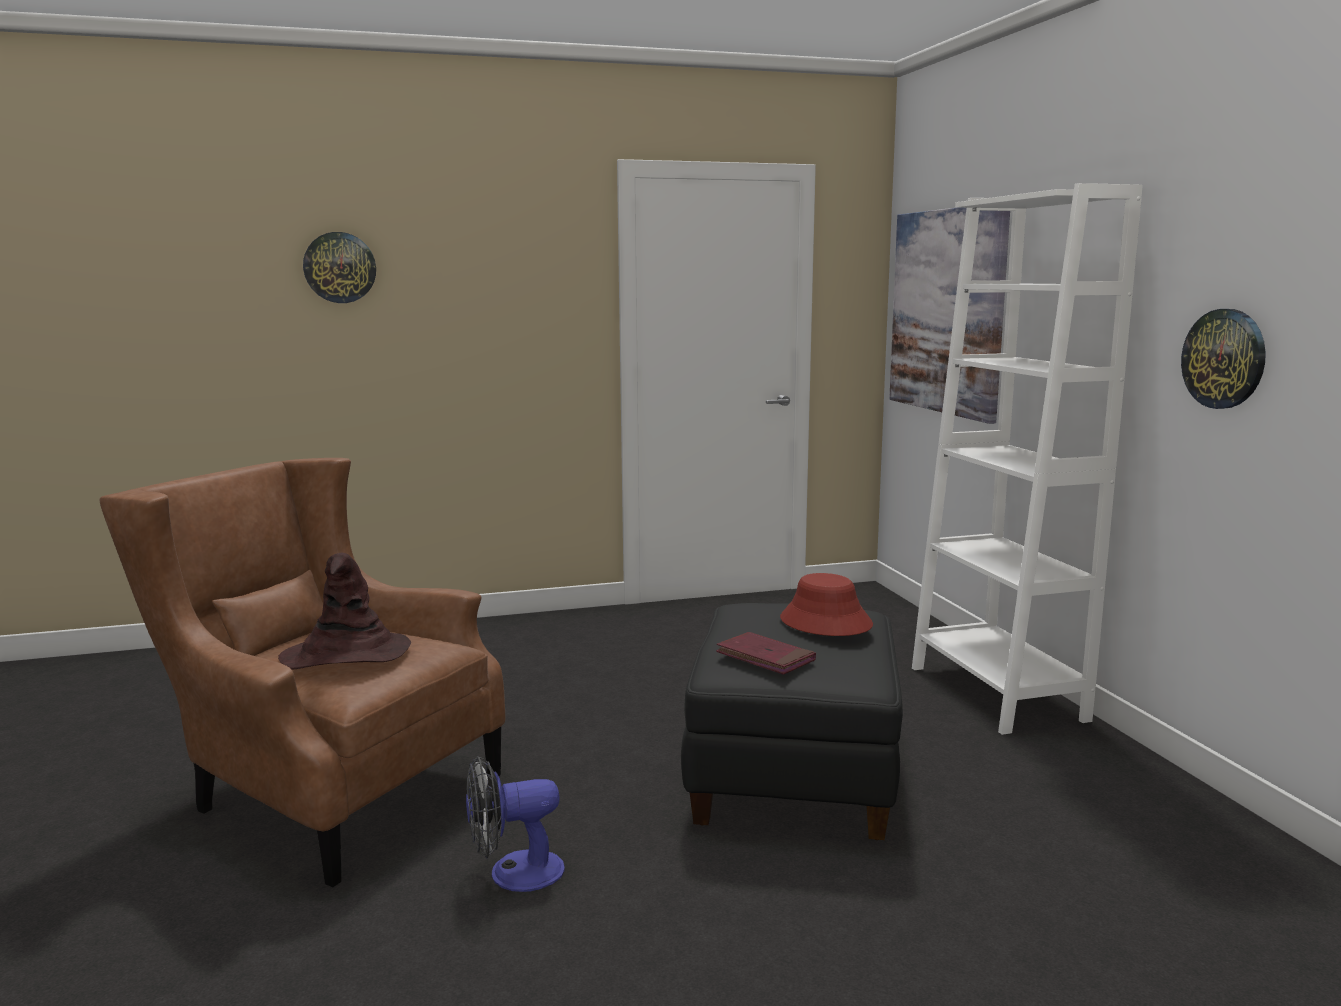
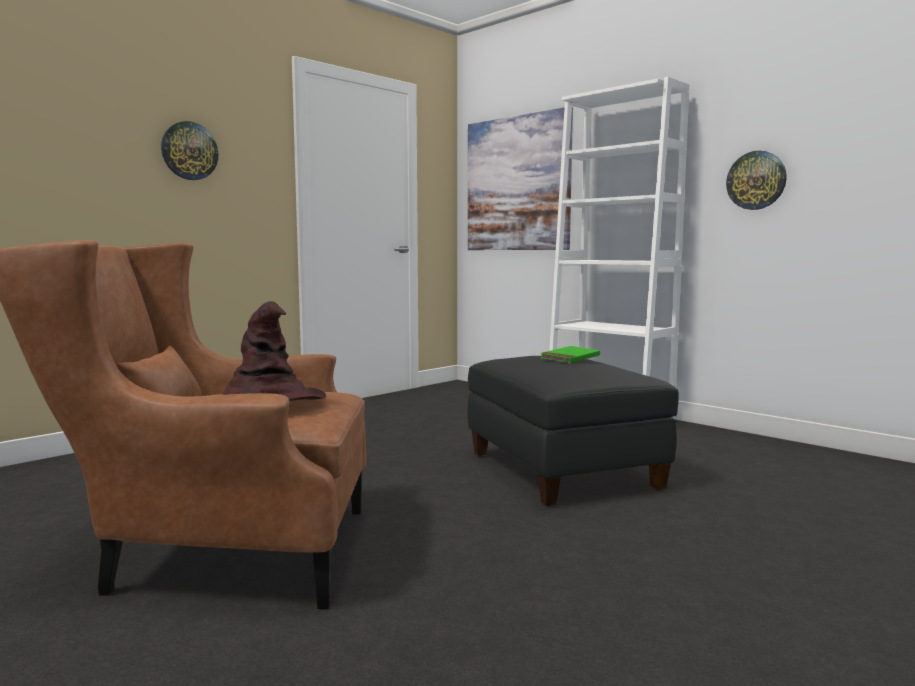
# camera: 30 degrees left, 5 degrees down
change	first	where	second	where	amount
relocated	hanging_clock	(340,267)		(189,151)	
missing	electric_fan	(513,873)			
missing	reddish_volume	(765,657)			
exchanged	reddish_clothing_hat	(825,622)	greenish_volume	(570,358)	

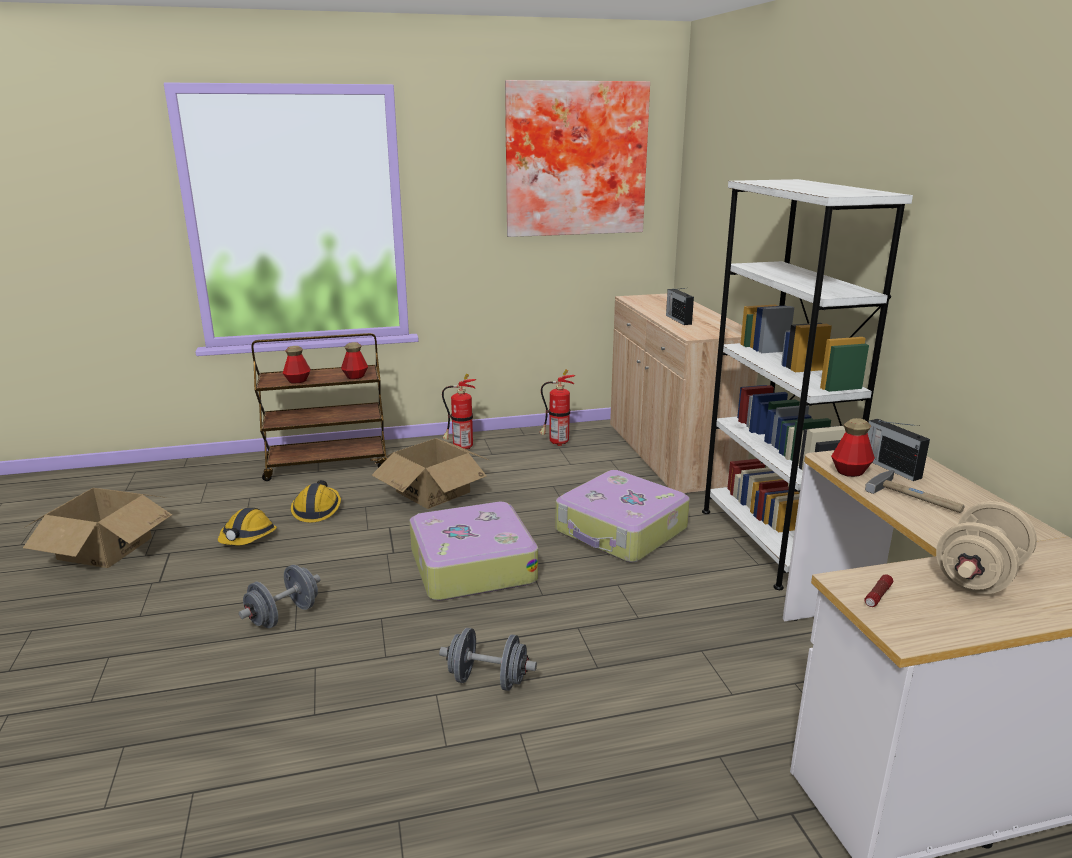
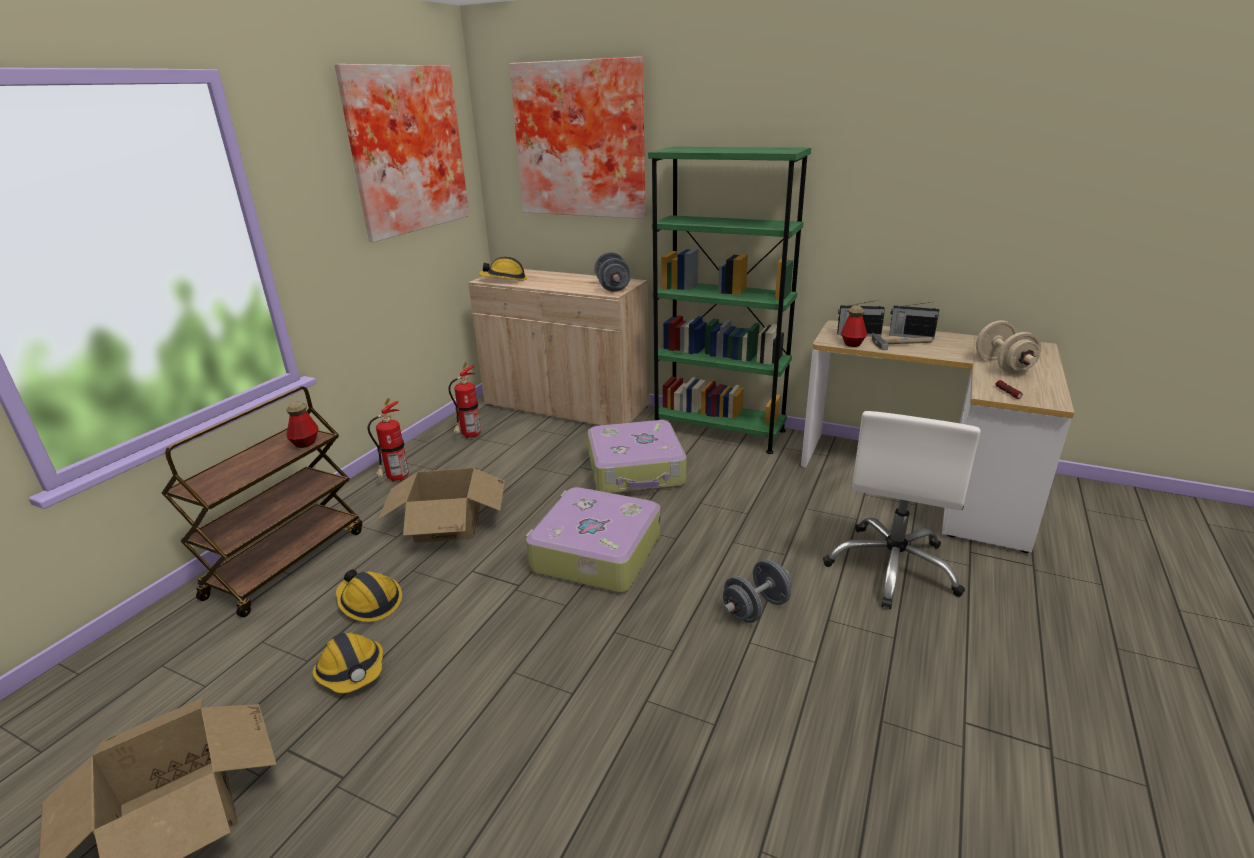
# camera: 50 degrees left, 5 degrees up
change	first	where	second	where	amount
relocated	grey_free_weight	(283,615)		(613,287)	
missing	beverage_bottle	(297,381)			
relocated	radio_set	(678,319)		(910,335)	
colour	white_bookcase	(767,542)	greenish_bookcase	(719,431)	
appeared			hard_hat	(504,279)	
appeared			picture	(581,140)	
appeared			white_desk_chair	(892,567)	

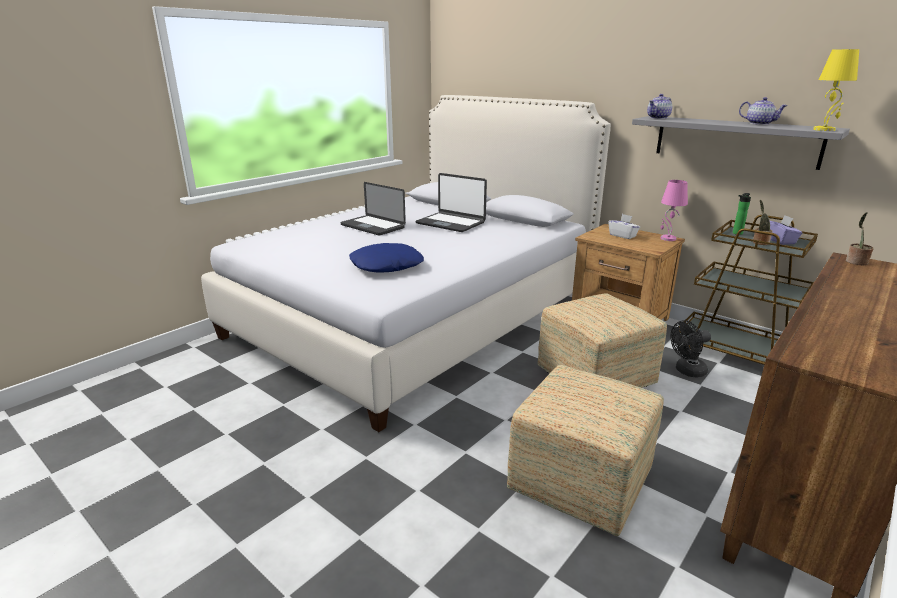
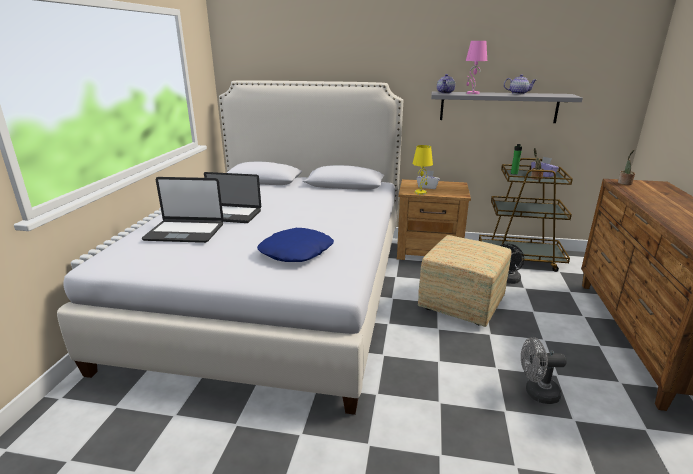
# camera: 30 degrees left, 0 degrees up
change	first	where	second	where	amount
relocated	portable_computer	(451,223)		(185,232)	
exchanged	ottoman	(580,483)	grey_electric_fan	(536,393)	
relocated	pink-coloured_table_lamp	(667,238)		(472,93)	
relocated	yellow_table_lamp	(824,130)		(420,192)	

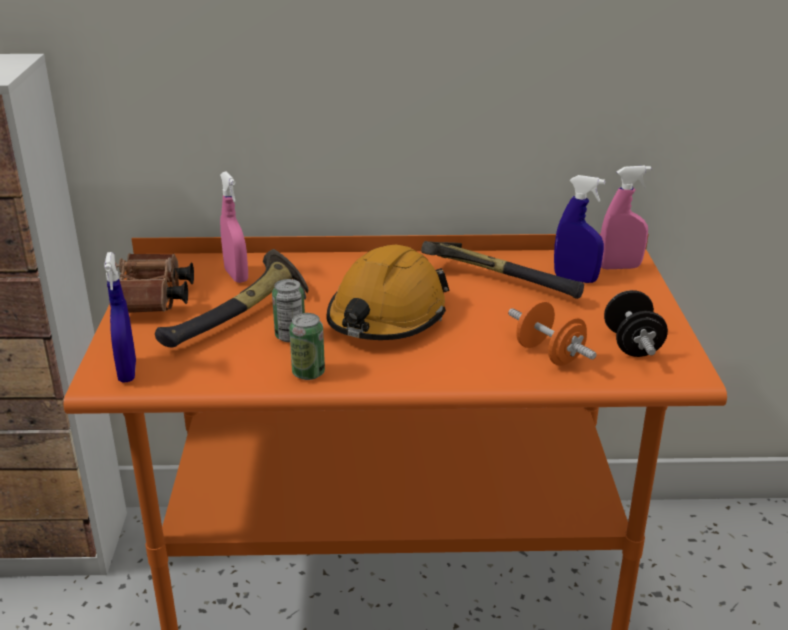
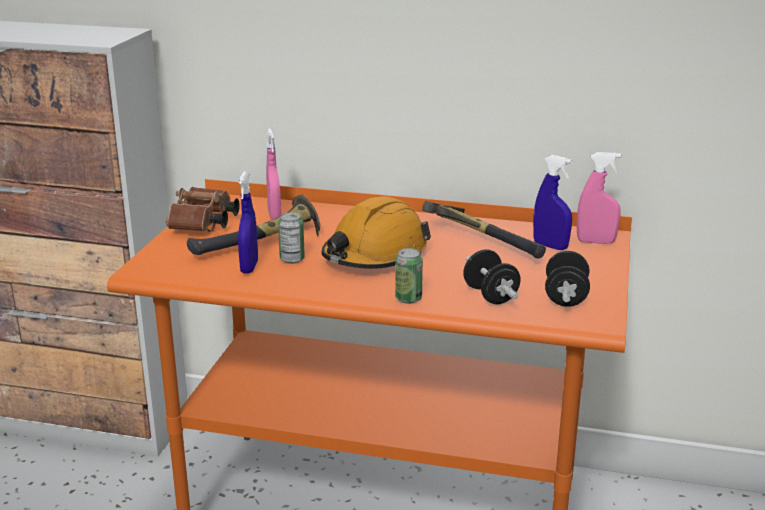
# camera: 15 degrees right, 5 degrees down
change	first	where	second	where	amount
relocated	blue-coloured_hand_sprayer	(127,372)		(249,267)	
relocated	metal_can	(308,373)		(408,299)	
colour	orange_free_weight	(549,354)	black-coloured_free_weight	(490,296)	

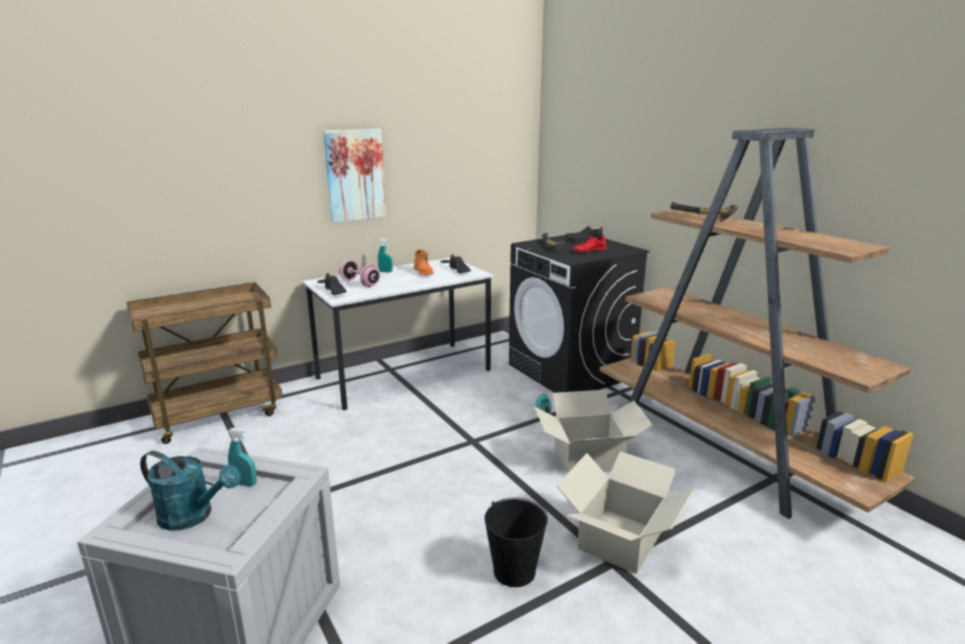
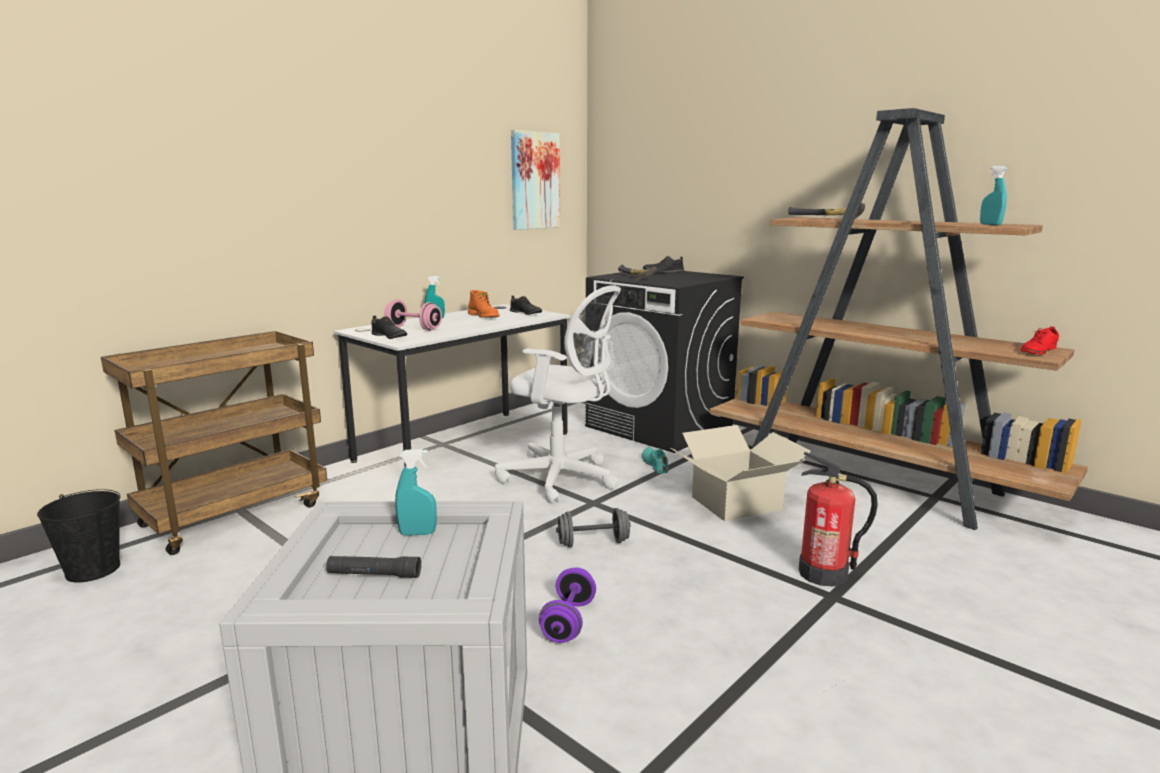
# camera: 15 degrees left, 5 degrees down
change	first	where	second	where	amount
exchanged	turquoise_watering_pot	(194,516)	black-coloured_flashlight	(374,574)	
relocated	picture	(355,175)		(534,180)	
relocated	black-coloured_bucket	(514,571)		(93,570)	
exchanged	carton	(619,540)	fire_extinguisher	(824,574)	
relocated	reddish_shoe	(589,250)		(1038,351)	
appeared			white_desk_chair	(563,478)	
appeared			purple-coloured_free_weight	(568,621)	
appeared			grey_free_weight	(593,543)	
appeared			turquoise_hand_sprayer	(990,224)	

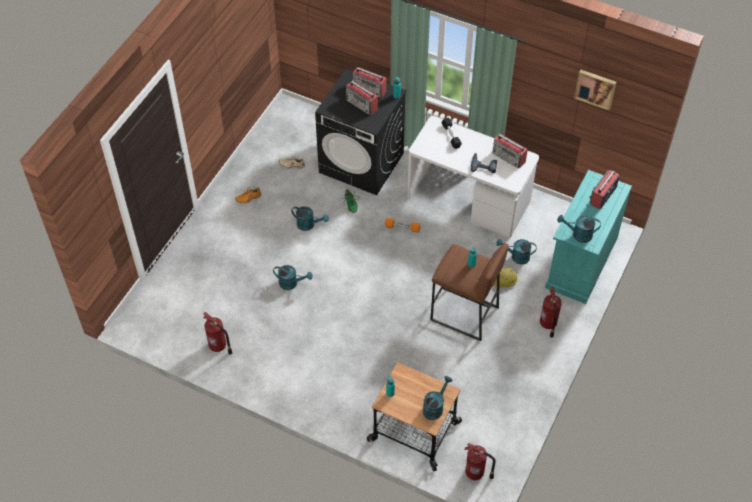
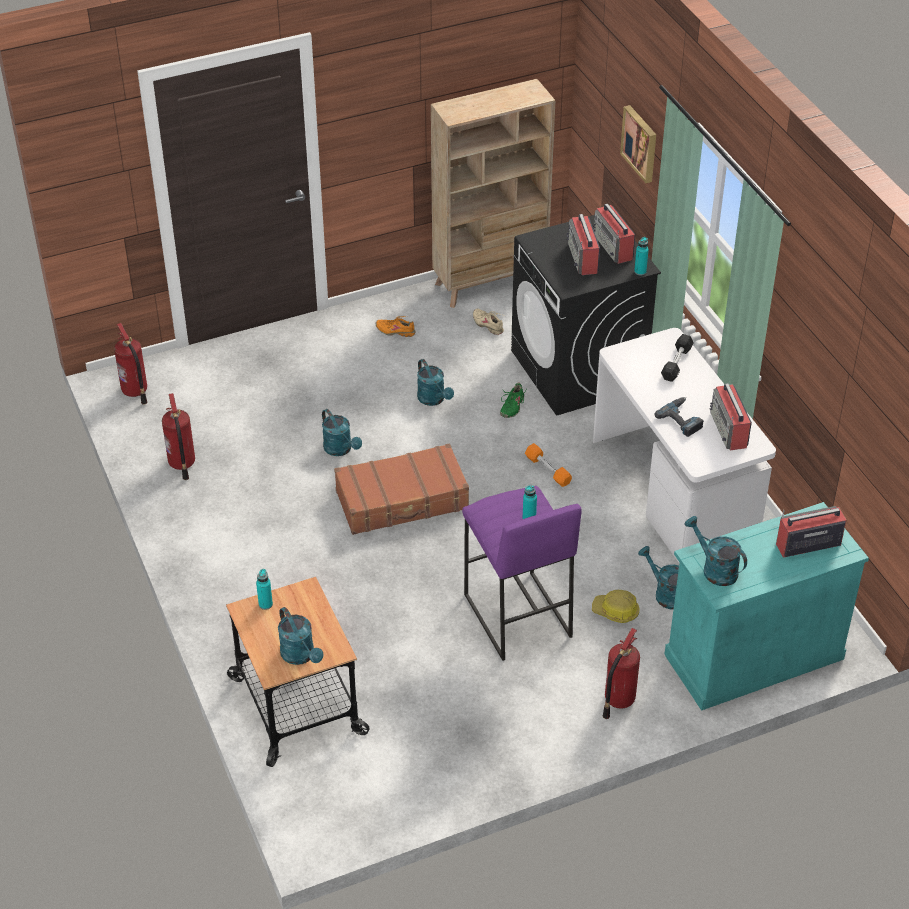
# camera: 40 degrees right, 10 degrees down
change	first	where	second	where	amount
spun	turquoise_watering_pot	(435,407)		(301,656)	75 degrees clockwise
colour	brown_stool	(464,314)	purple-coloured_stool	(516,615)	
relocated	fire_extinguisher	(476,473)		(135,391)	
relocated	picture	(595,88)		(641,143)	
appeared			brown_travel_case	(402,501)	
appeared			beige-coloured_bookcase	(491,283)	

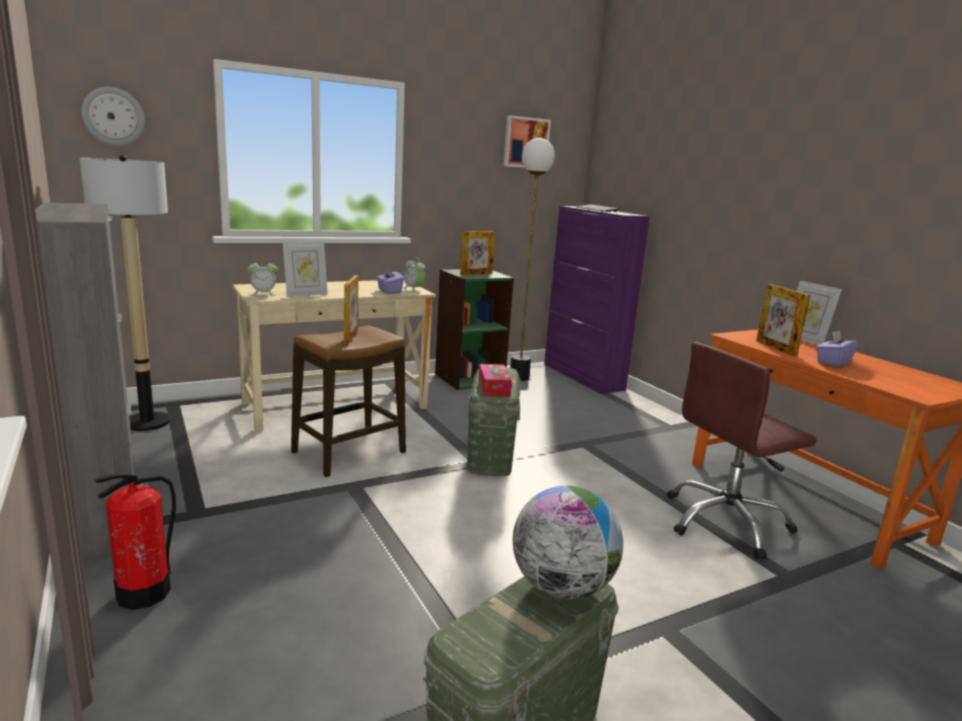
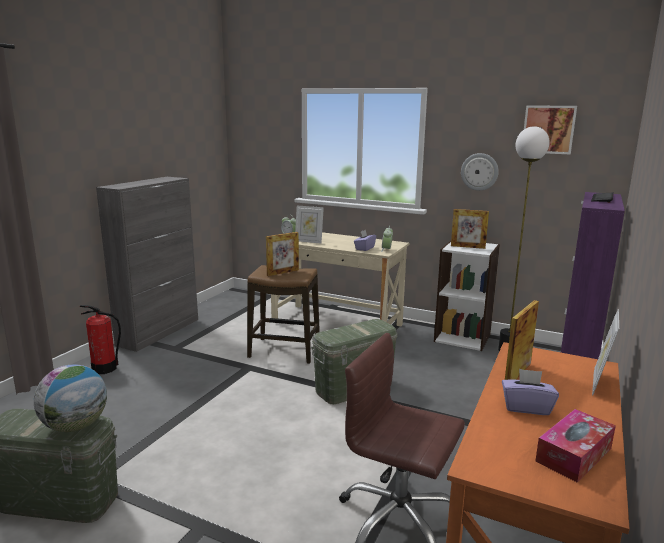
# camera: 55 degrees right, 0 degrees up
change	first	where	second	where	amount
missing	standing_lamp	(147,422)			
relocated	hanging_clock	(113,116)		(479,171)	
colour	greenish_bookcase	(469,378)	white_bookcase	(462,337)	
relocated	tissue_box	(493,387)		(574,454)	

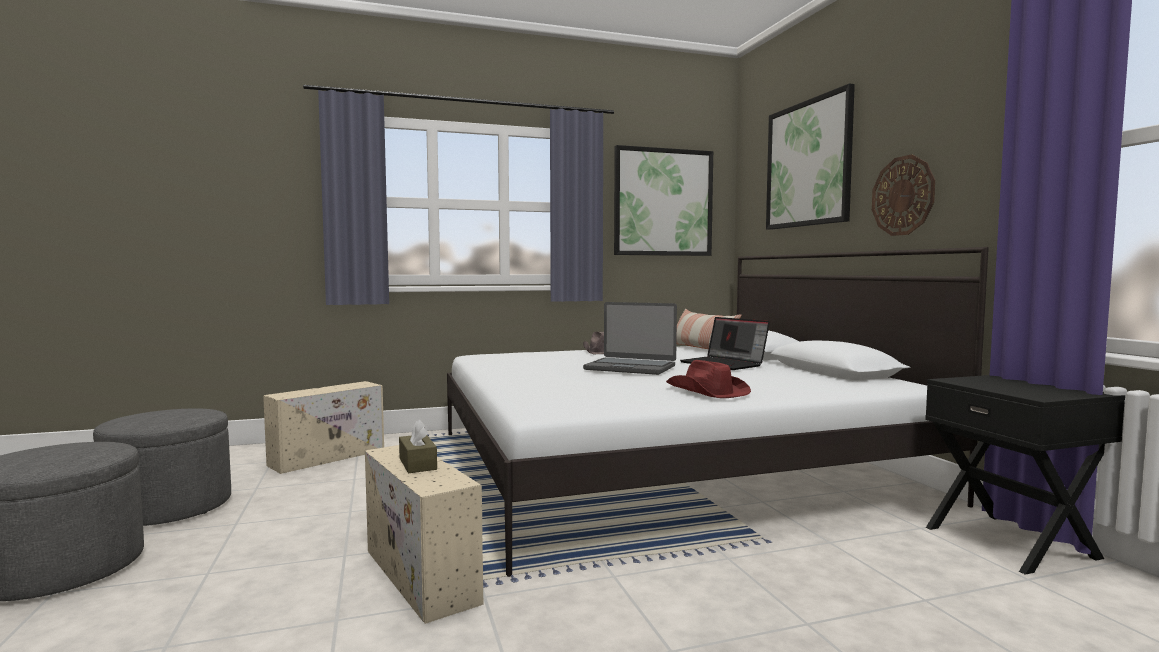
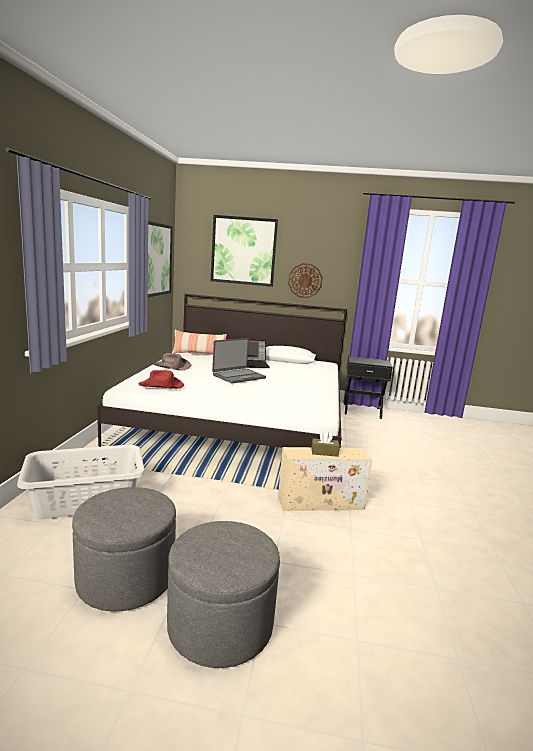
# camera: 65 degrees left, 10 degrees up
change	first	where	second	where	amount
exchanged	beige-coloured_storage_bin	(329,457)	grey_washing_basket	(85,499)	
relocated	reddish_clothing_hat	(707,392)		(161,386)	

